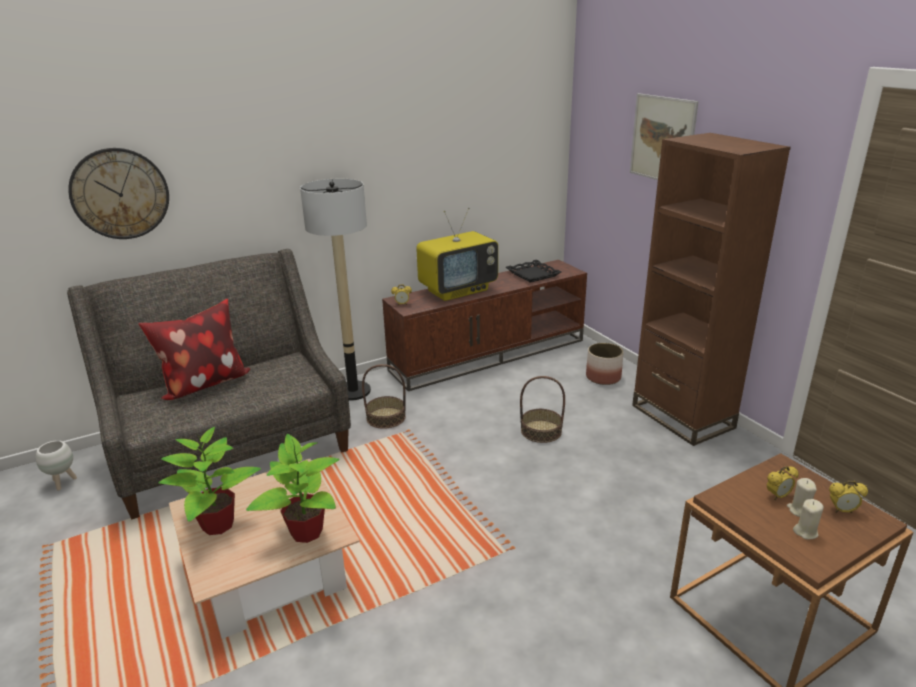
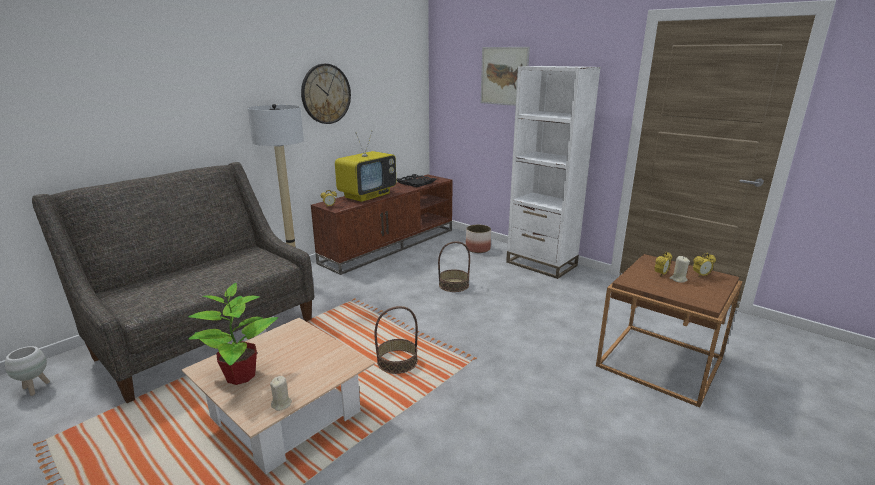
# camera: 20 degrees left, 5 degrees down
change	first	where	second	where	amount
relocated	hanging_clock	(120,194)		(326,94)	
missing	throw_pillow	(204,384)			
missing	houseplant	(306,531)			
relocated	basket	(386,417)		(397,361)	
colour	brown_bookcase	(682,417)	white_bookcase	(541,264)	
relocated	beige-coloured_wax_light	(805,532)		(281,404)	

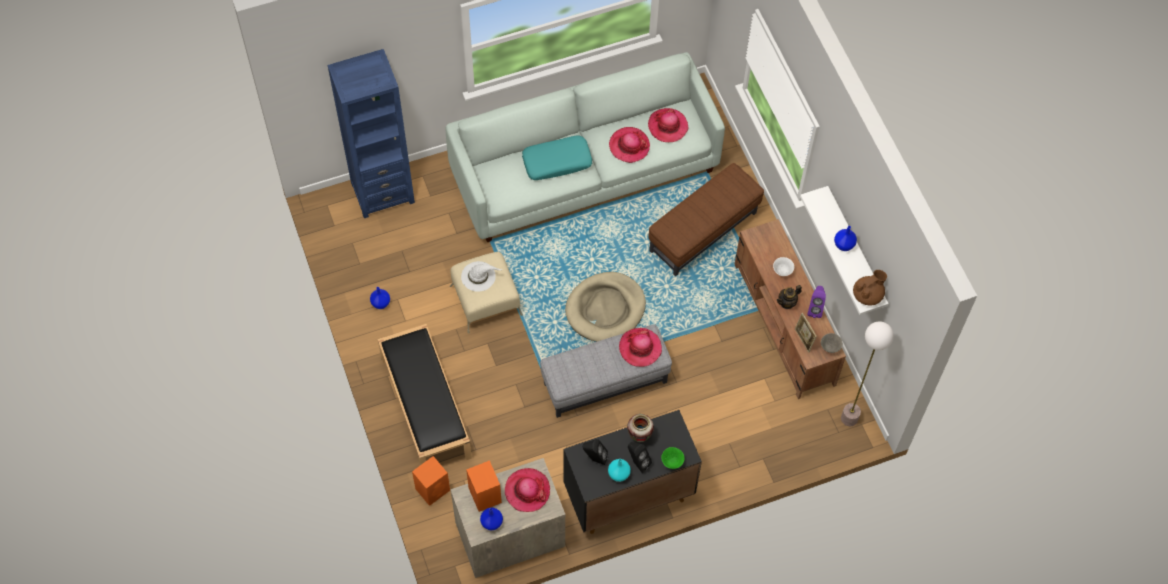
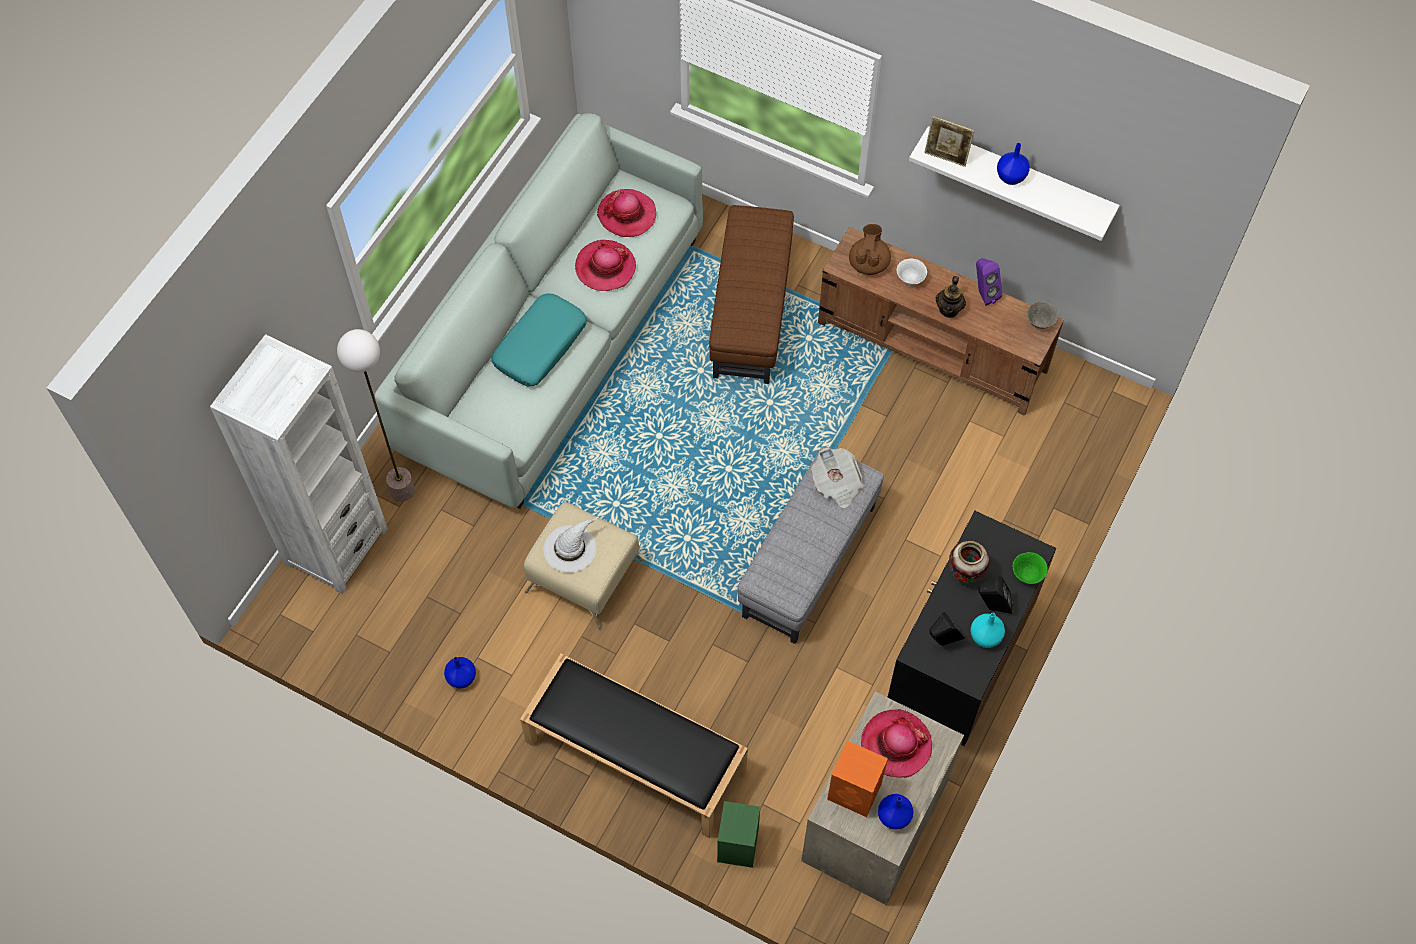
# camera: 40 degrees left, 0 degrees up
change	first	where	second	where	amount
colour	blue-coloured_bookcase	(382,192)	white_bookcase	(336,546)	
colour	orange_audio_speaker	(433,489)	greenish_audio_speaker	(738,844)	
missing	beige-coloured_dog_bed	(605,309)			
exchanged	clothing_hat	(640,348)	newspaper	(836,484)	
relocated	photo_frame	(803,340)		(946,158)	
relocated	standing_lamp	(849,418)		(402,490)	
relocated	brown_tea_pot	(867,295)		(868,263)	

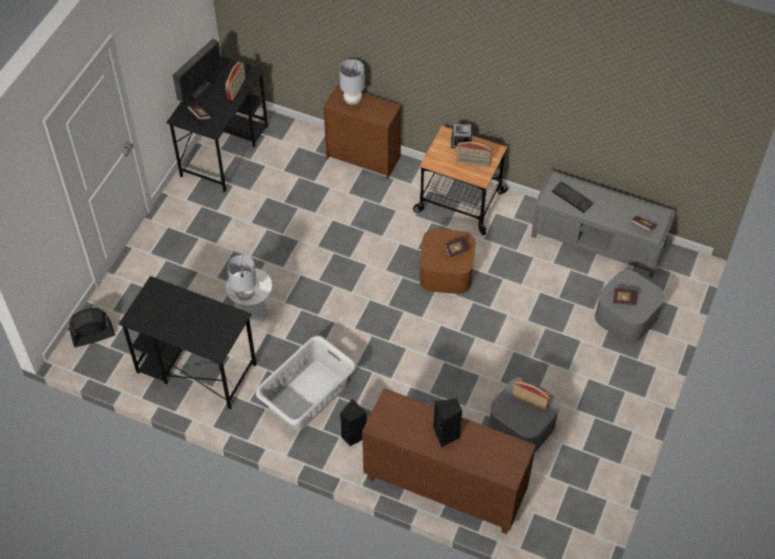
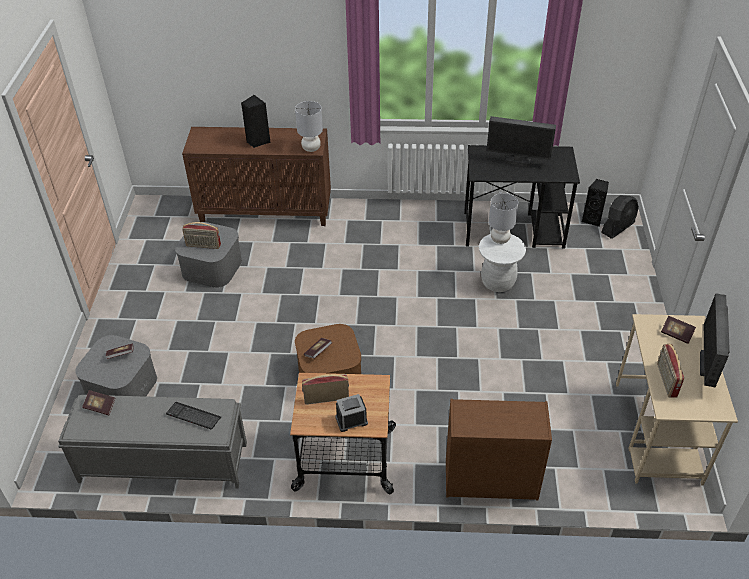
# camera: 160 degrees right, 10 degrees down
change	first	where	second	where	amount
colour	black-coloured_desk	(225,150)	beige-coloured_desk	(657,433)	
missing	grey_washing_basket	(306,395)			
relocated	grey_table_lamp	(352,100)		(311,148)	
relocated	black-coloured_audio_speaker	(353,435)		(592,220)	
appeared			computer_screen	(517,162)	

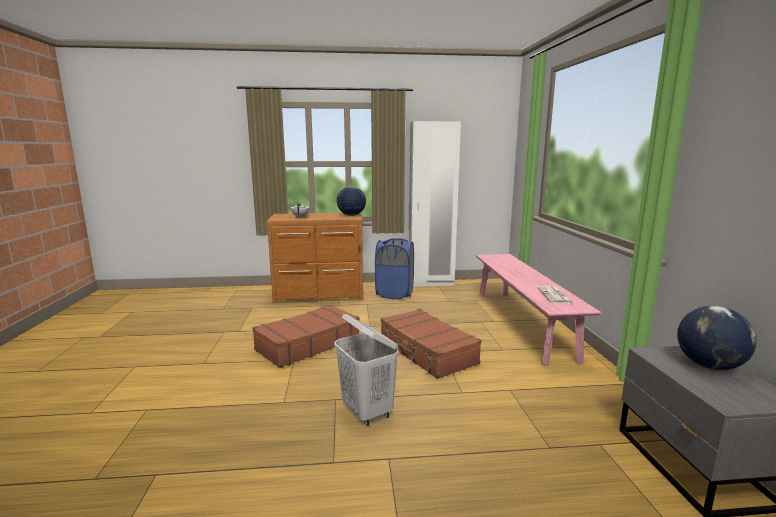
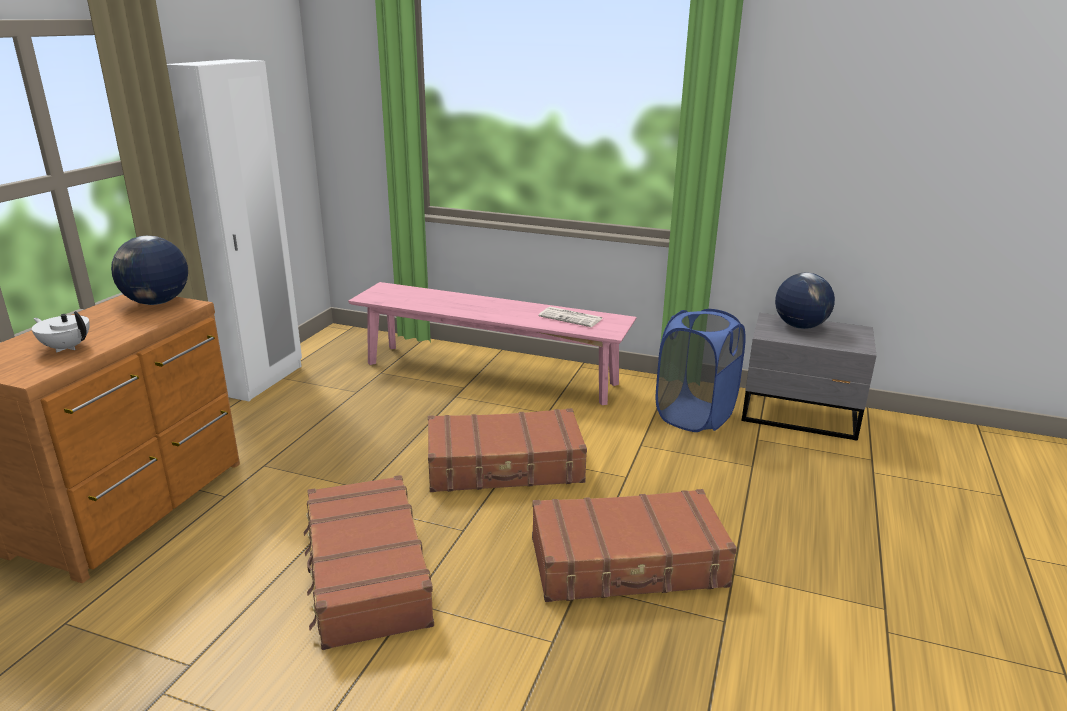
# camera: 65 degrees left, 10 degrees up
change	first	where	second	where	amount
exchanged	white_washing_basket	(367,412)	brown_travel_case	(628,563)	
relocated	blue-coloured_washing_basket	(394,294)		(694,416)	

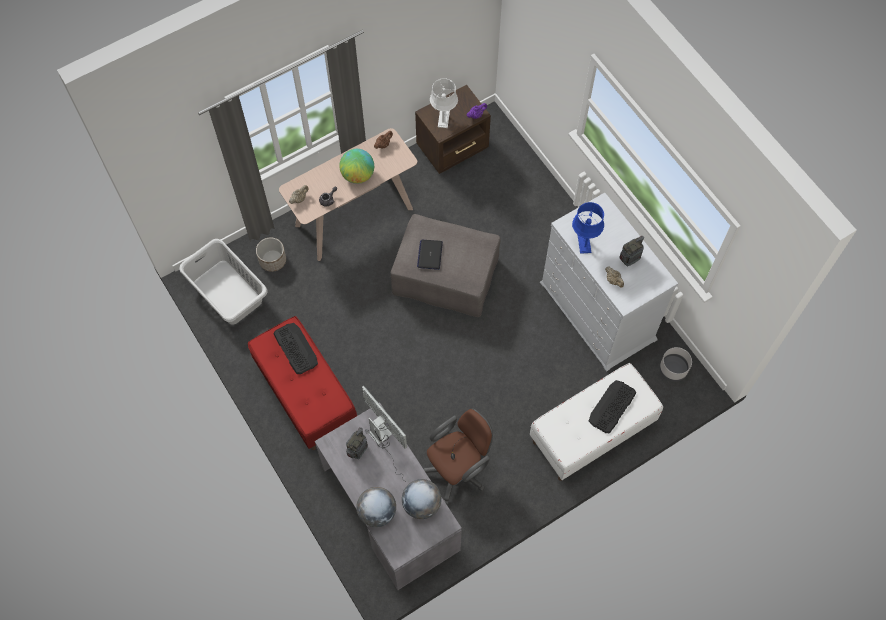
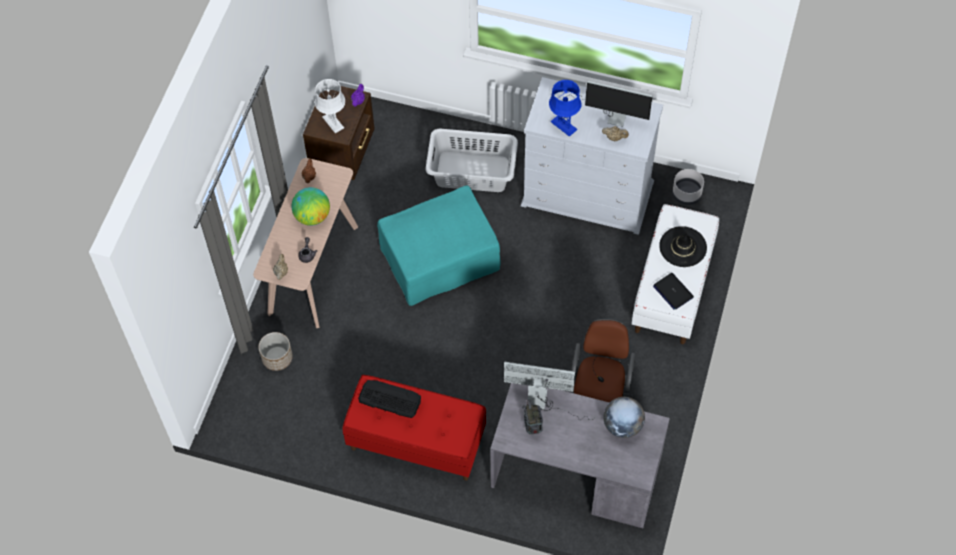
# camera: 40 degrees left, 5 degrees down
change	first	where	second	where	amount
relocated	grey_washing_basket	(227,293)		(472,172)	
missing	desk_globe	(377,512)			
colour	grey_ottoman	(446,276)	turquoise_ottoman	(440,258)	
relocated	portable_computer	(430,255)		(673,291)	
exchanged	computer_keyboard	(612,407)	black-coloured_clothing_hat	(683,247)	
exchanged	radio_set	(629,260)	computer_screen	(611,114)	

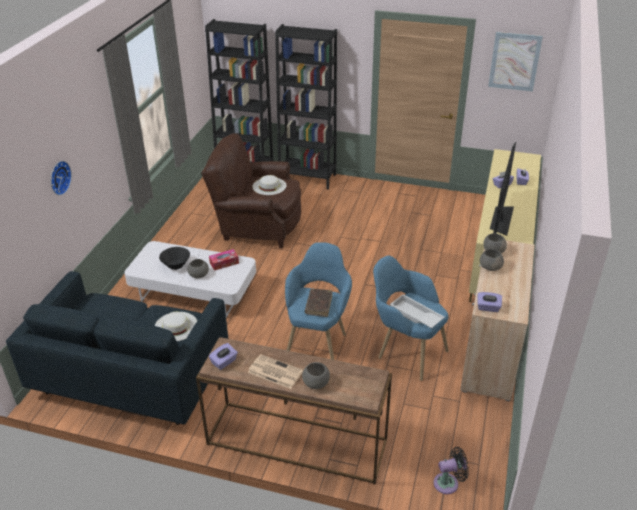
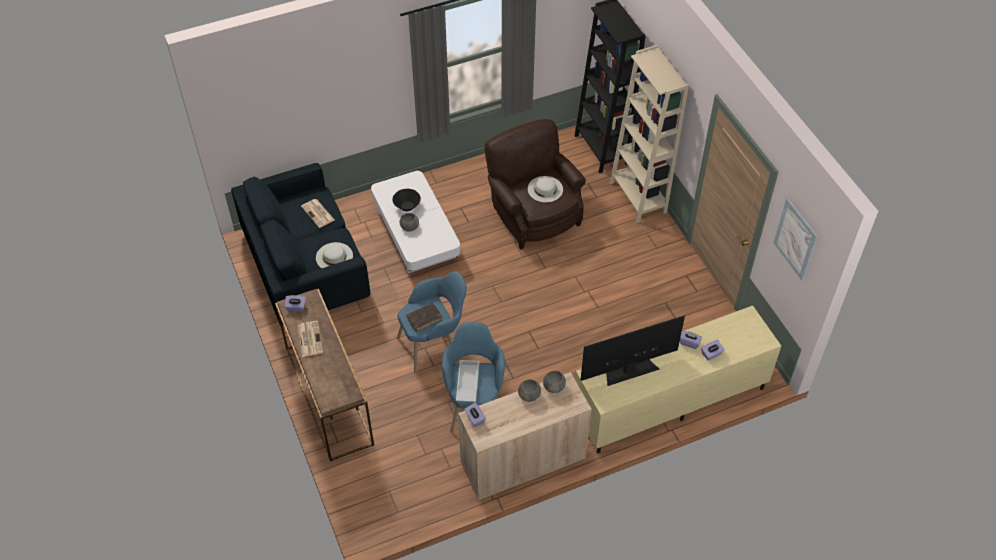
# camera: 50 degrees right, 15 degrees up
change	first	where	second	where	amount
missing	hanging_clock	(58,177)			
missing	tissue_box	(224,263)			
colour	black-coloured_bookcase	(307,178)	beige-coloured_bookcase	(638,197)	
missing	grey_serving_bowl	(316,383)			
missing	black-coloured_electric_fan	(448,483)			
appeared			newspaper	(318,213)	

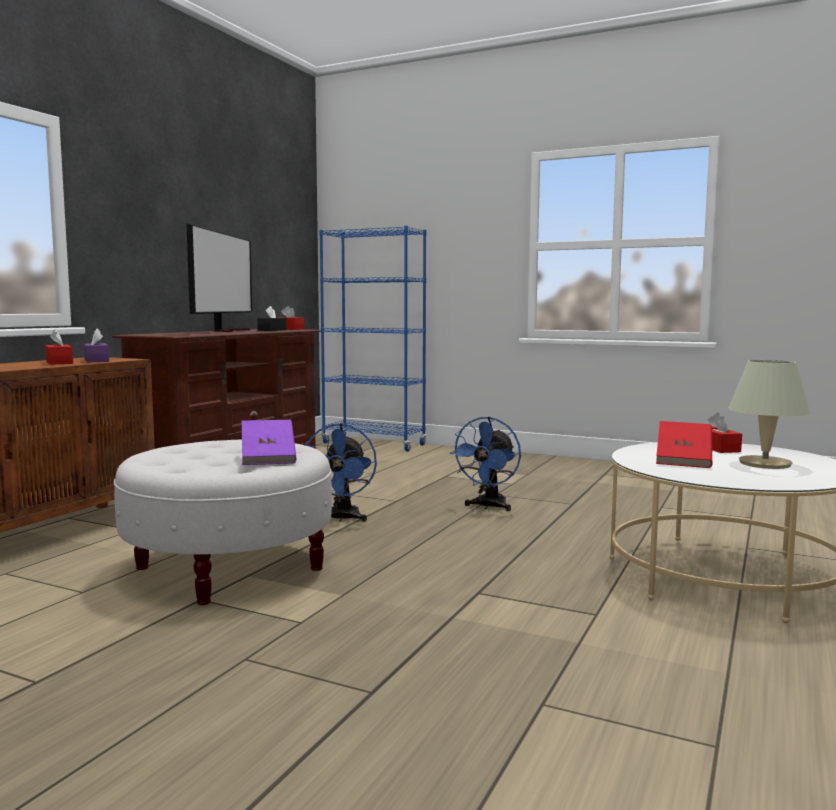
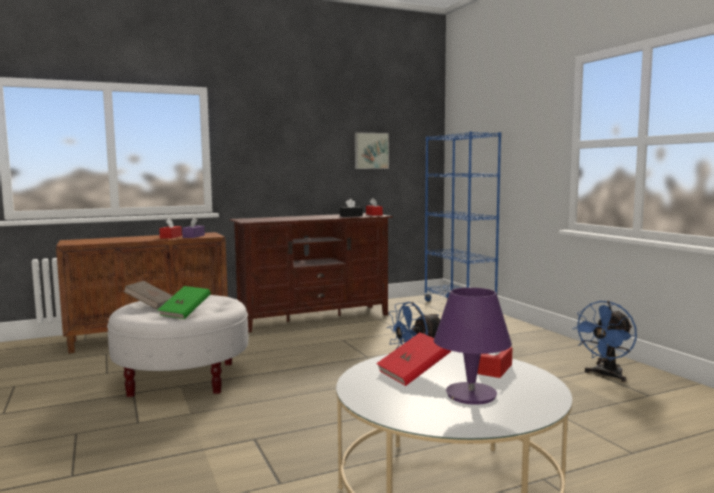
# camera: 40 degrees right, 0 degrees up
change	first	where	second	where	amount
missing	television	(227,331)			
colour	purple-coloured_volume	(268,458)	greenish_volume	(185,313)	
relocated	blue-coloured_electric_fan	(342,519)		(606,375)	
colour	beige-coloured_table_lamp	(765,464)	purple-coloured_table_lamp	(470,395)	
appeared			brown_volume	(150,305)	
appeared			picture	(371,151)	

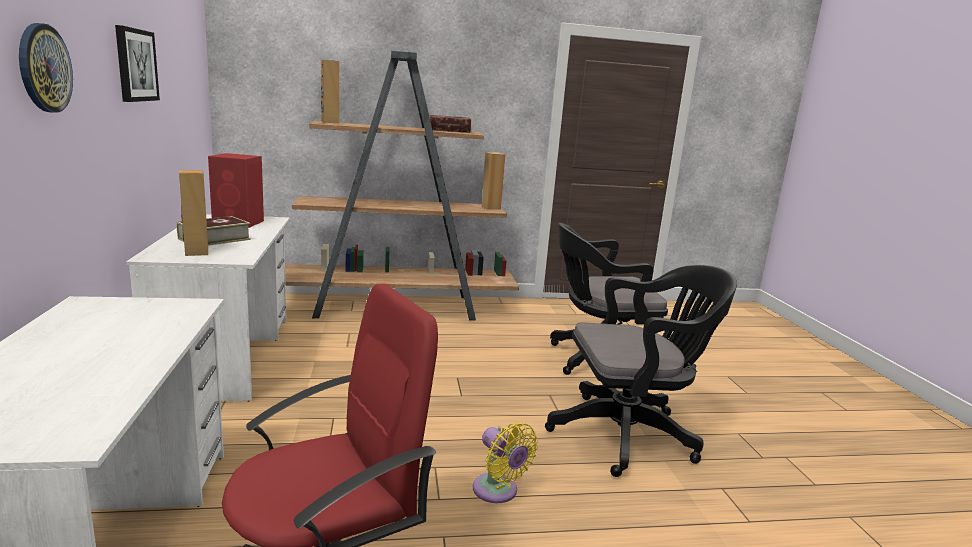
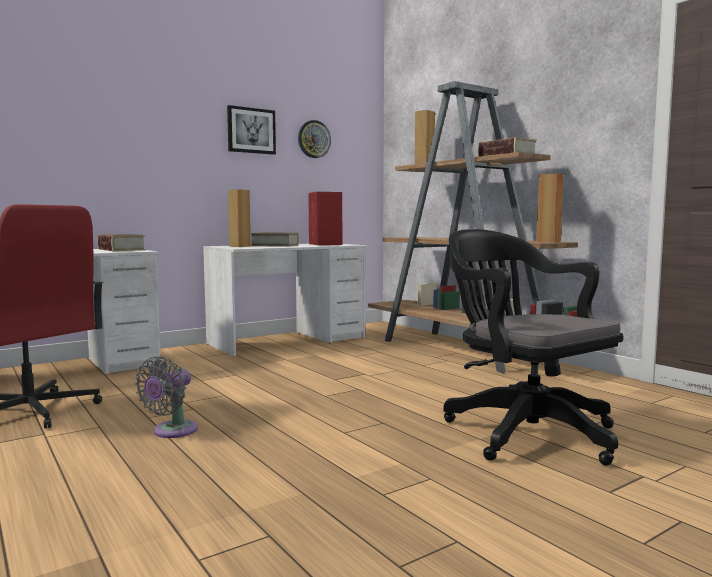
# camera: 65 degrees right, 10 degrees down
change	first	where	second	where	amount
relocated	hanging_clock	(44,68)		(314,139)	
colour	yellow_electric_fan	(498,491)	grey_electric_fan	(172,431)	
missing	black-coloured_desk_chair	(629,434)			
appeared			volume	(121,249)	

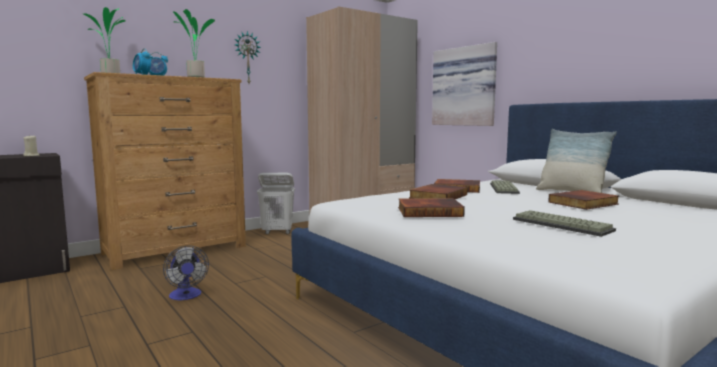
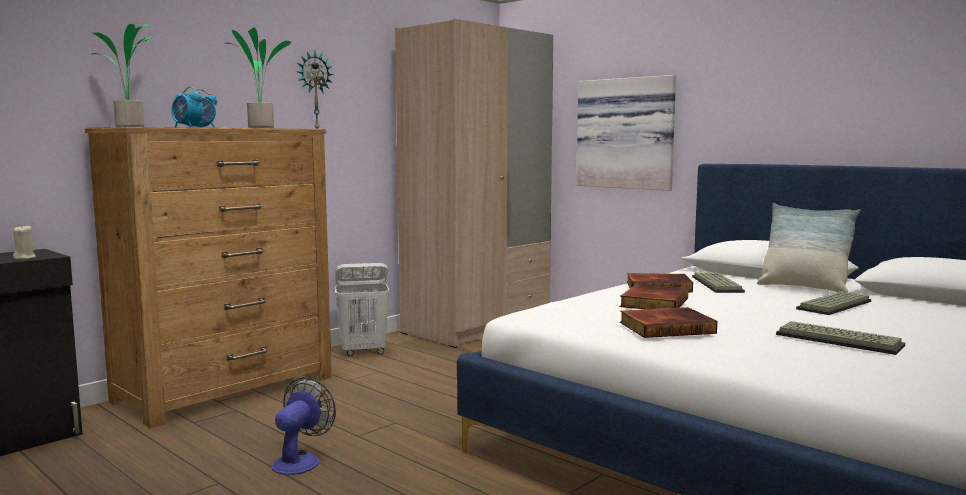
# camera: 10 degrees left, 0 degrees up
change	first	where	second	where	amount
spun	electric_fan	(186,296)		(300,460)	120 degrees counterclockwise
exchanged	volume	(584,203)	computer_keyboard	(835,305)	

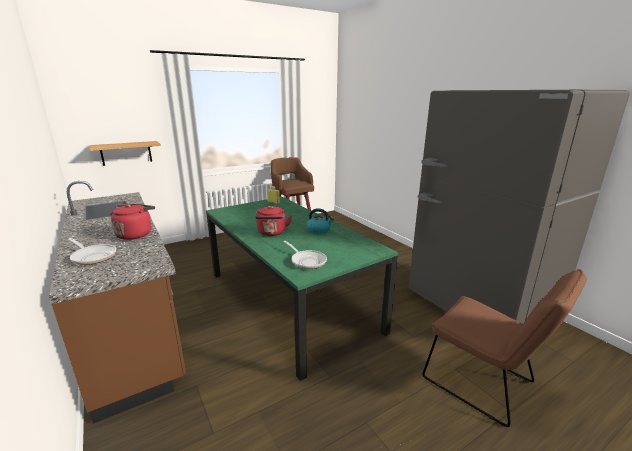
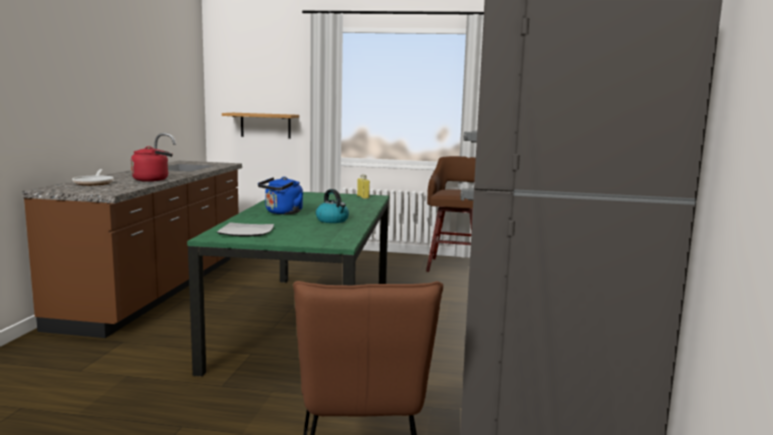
# camera: 40 degrees right, 10 degrees down
change	first	where	second	where	amount
colour	reddish_tea_kettle	(272,233)	blue-coloured_tea_kettle	(282,213)	
exchanged	skillet	(307,261)	dinner_plate	(247,232)	

